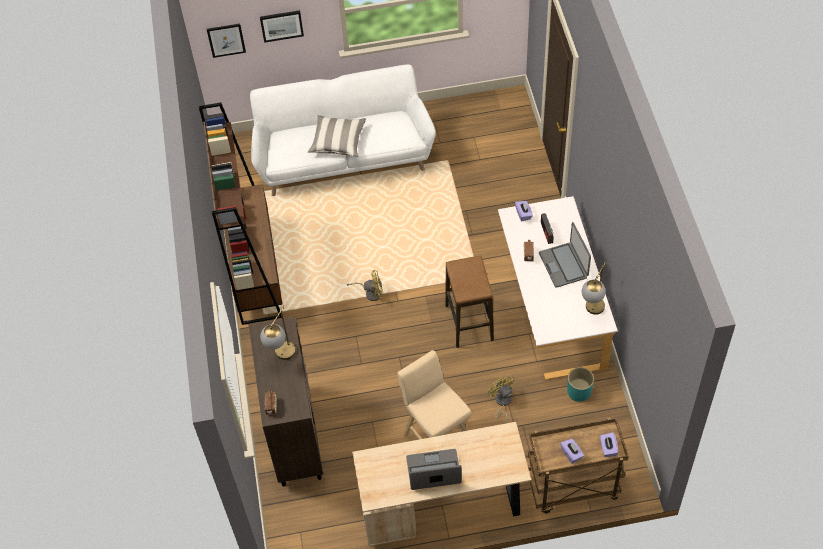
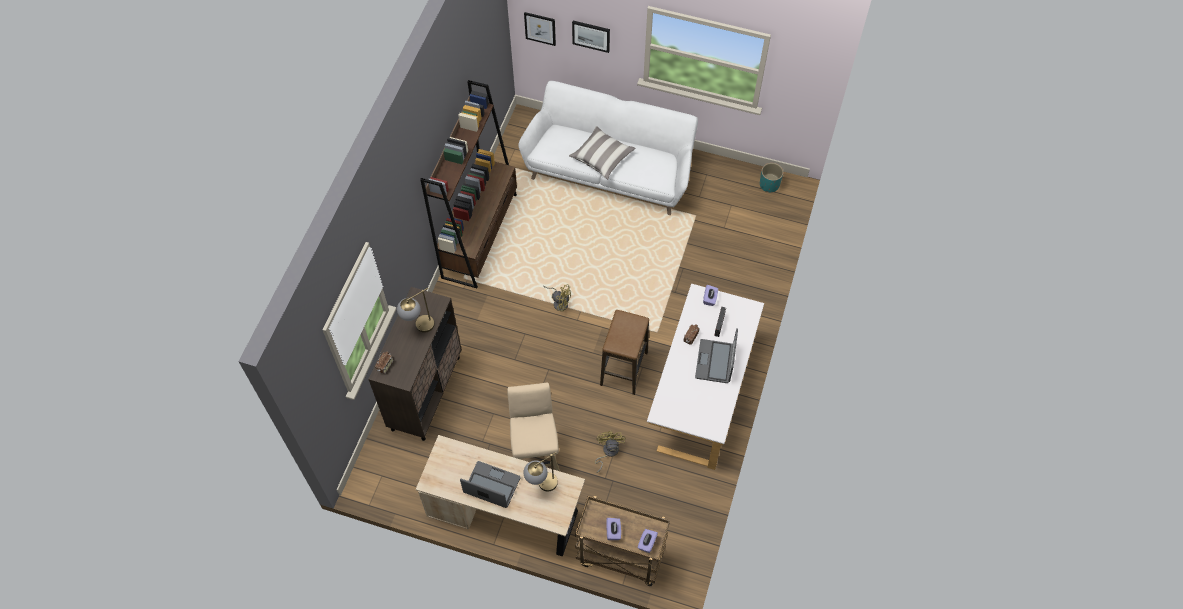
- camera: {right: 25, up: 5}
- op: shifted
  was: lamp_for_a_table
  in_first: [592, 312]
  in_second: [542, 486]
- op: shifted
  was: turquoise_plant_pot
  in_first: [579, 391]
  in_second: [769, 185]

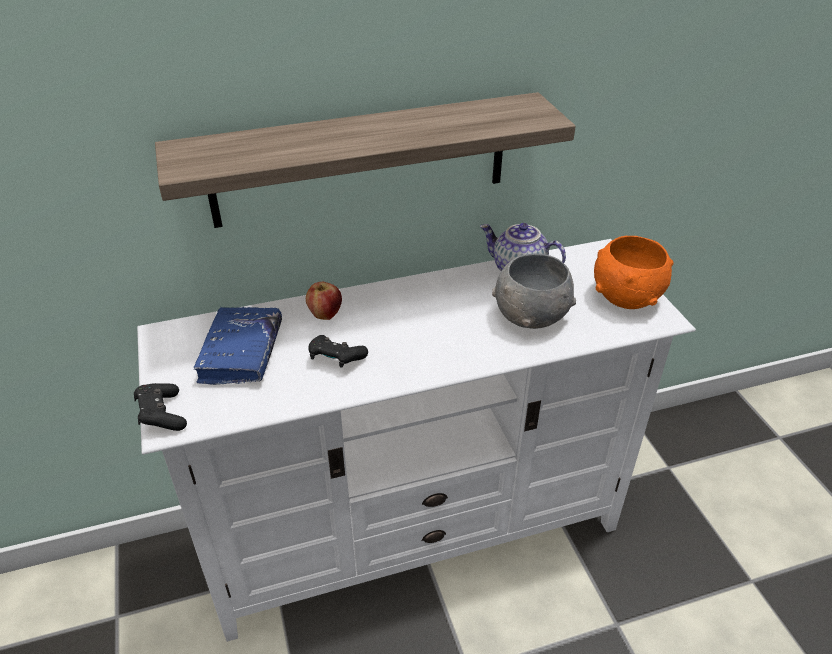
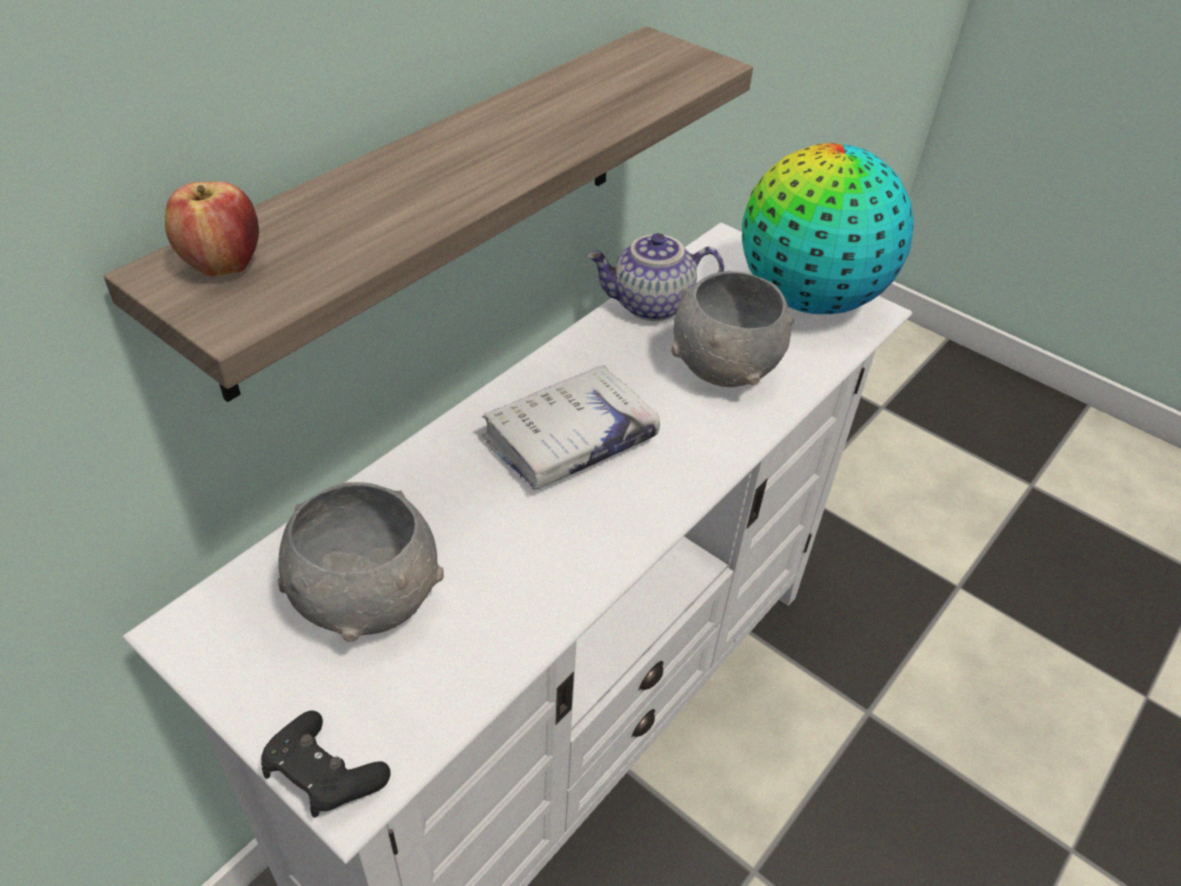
- camera: {right: -35, up: 5}
- op: swapped
  was: orange-coloured_serving_bowl
  now: world_globe
  in_first: [625, 297]
  in_second: [808, 298]
- op: shifted
  was: apple
  in_first: [325, 314]
  in_second: [223, 265]
- op: swapped
  was: blue_bound_book
  now: gray_serving_bowl
  in_first: [241, 353]
  in_second: [365, 600]
- op: gone
  was: black_gamepad
  in_first: [336, 359]
- op: new
  now: whitish_bound_book
  in_second: [570, 440]

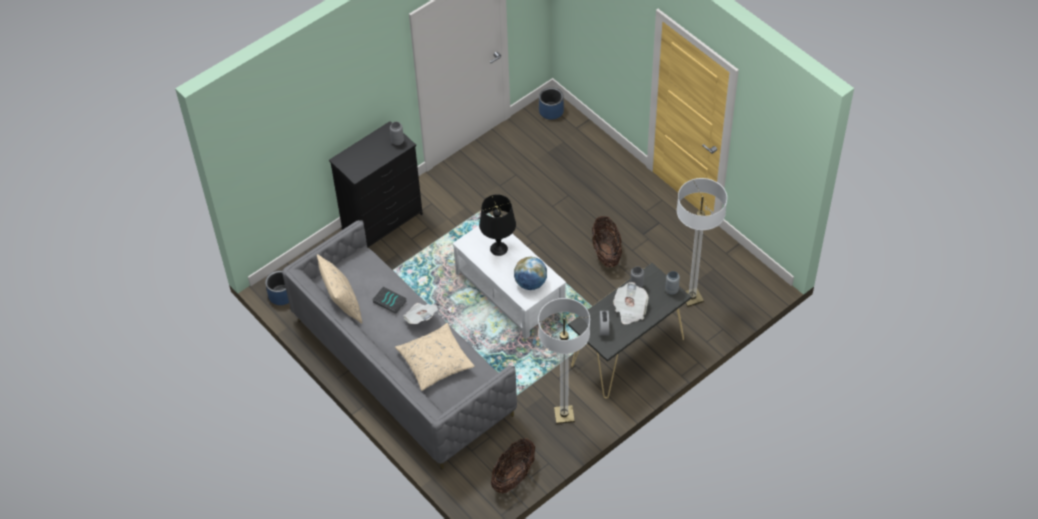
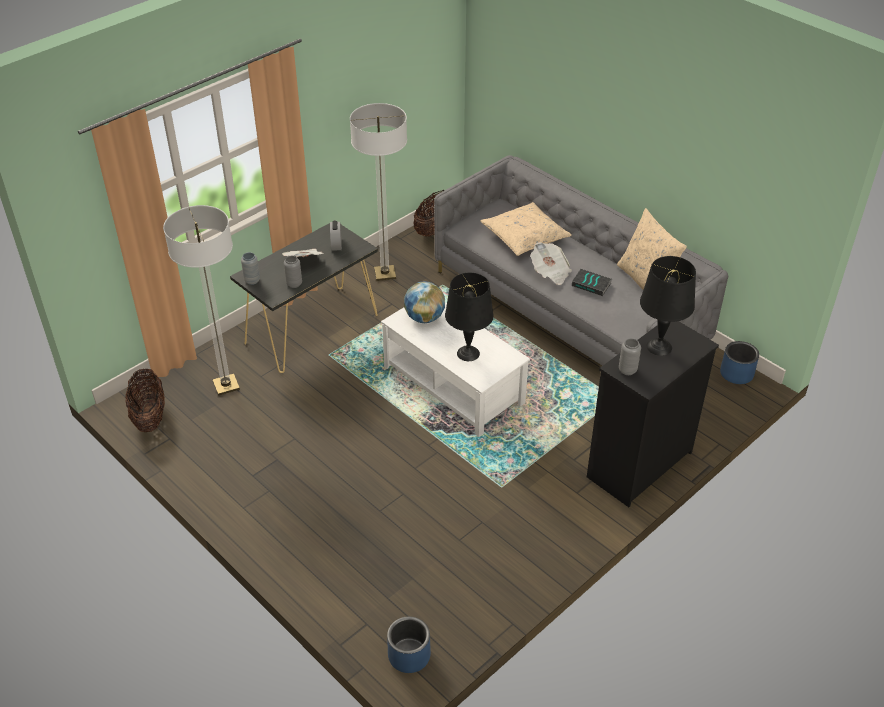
- camera: {right: 175, up: -10}
- op: shifted
  was: household_basket
  in_first: [606, 253]
  in_second: [149, 416]
- op: new
  now: black_lamp_for_a_table
  in_second: [659, 347]

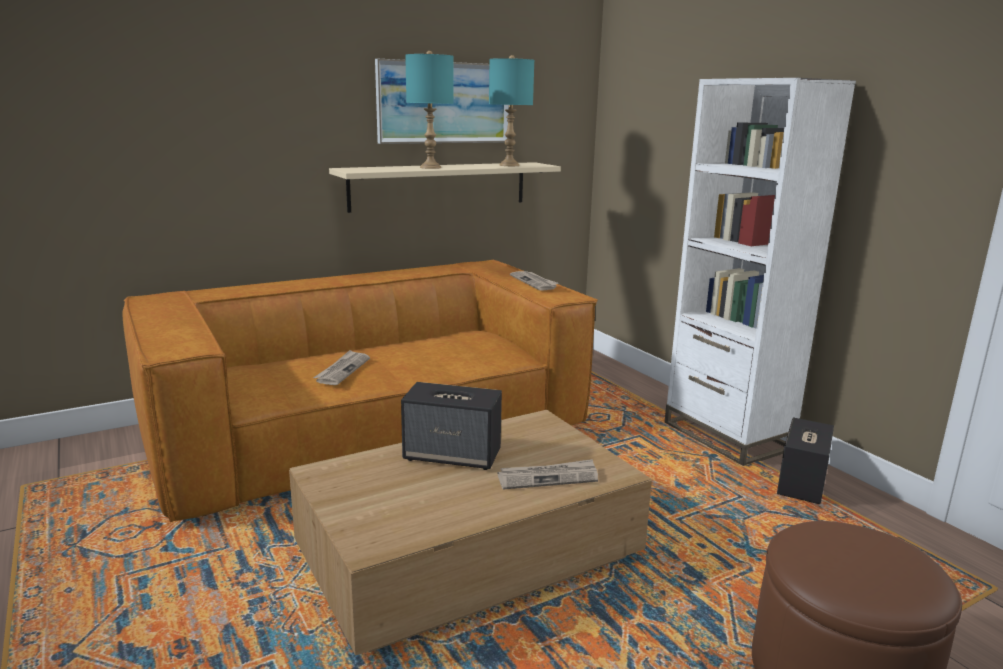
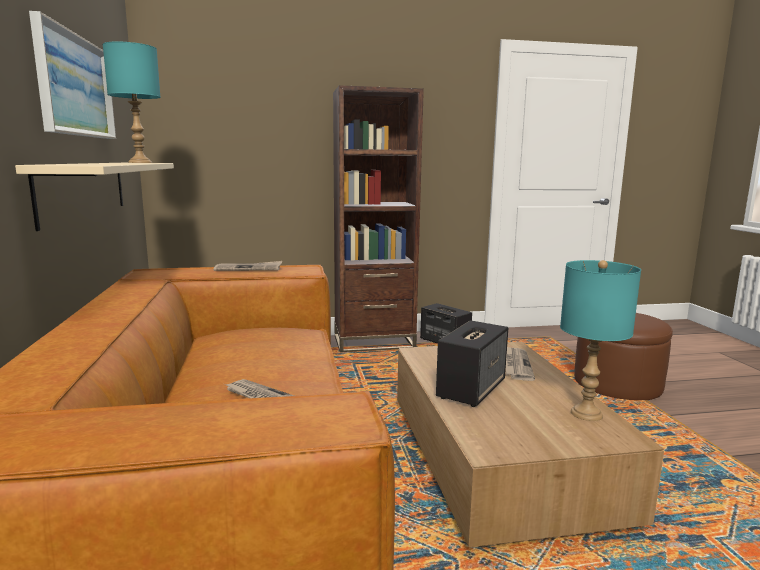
- camera: {right: -70, up: -5}
- op: shifted
  was: turquoise_lamp_for_a_table
  in_first: [430, 167]
  in_second: [586, 414]
- op: repainted
  was: whitish_bookshelf
  now: brown-coloured_bookshelf
  in_first: [727, 436]
  in_second: [374, 342]

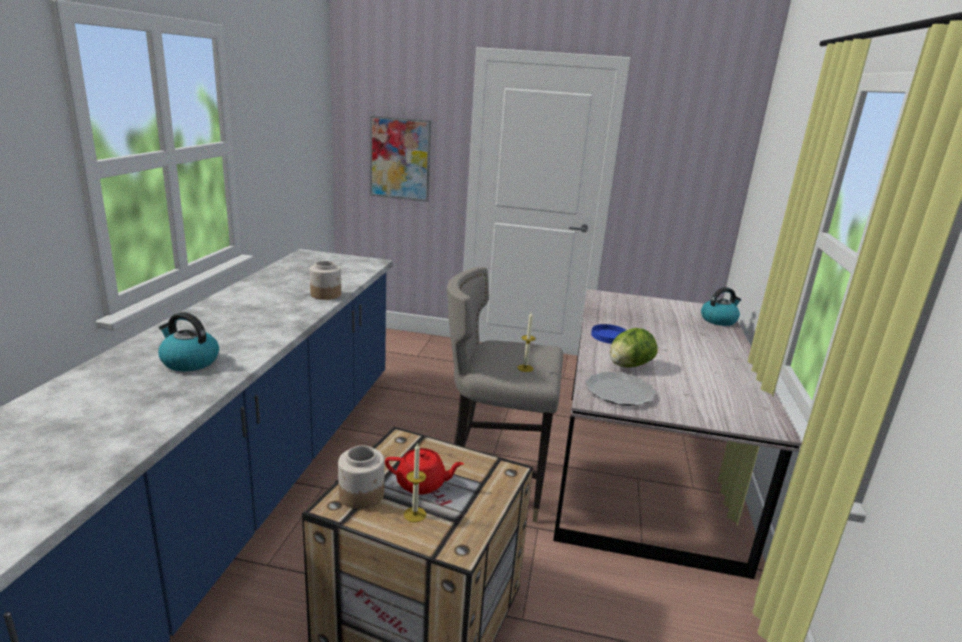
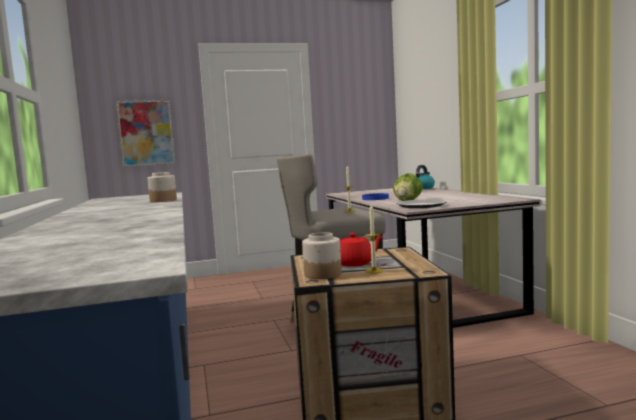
- camera: {right: -25, up: -15}
- op: gone
  was: tea_kettle
  in_first: [189, 361]

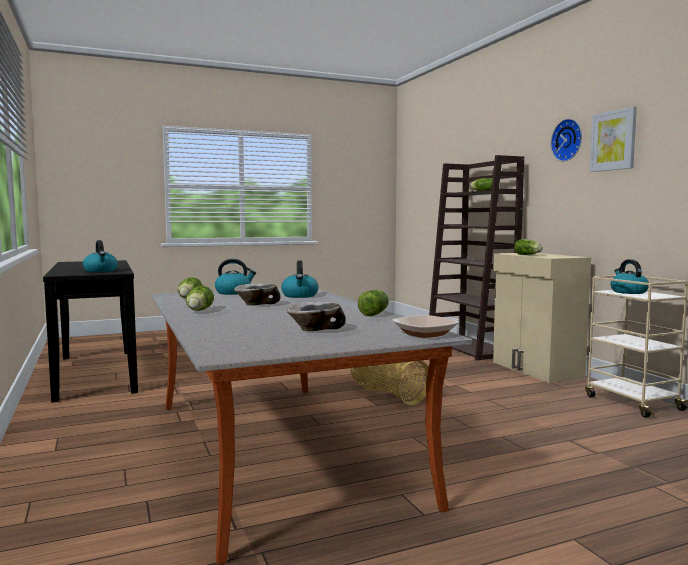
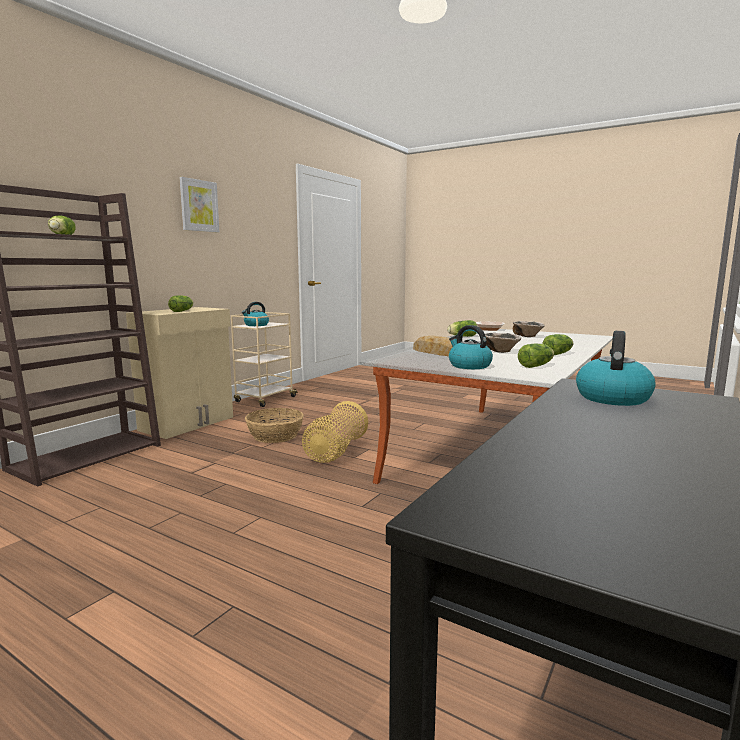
- camera: {right: -125, up: 5}
- op: gone
  was: clock_on_the_wall
  in_first: [568, 140]
- op: swapped
  was: tea_kettle
  now: baked_bread
  in_first: [300, 296]
  in_second: [435, 352]
- op: new
  now: household_basket
  in_second: [275, 435]

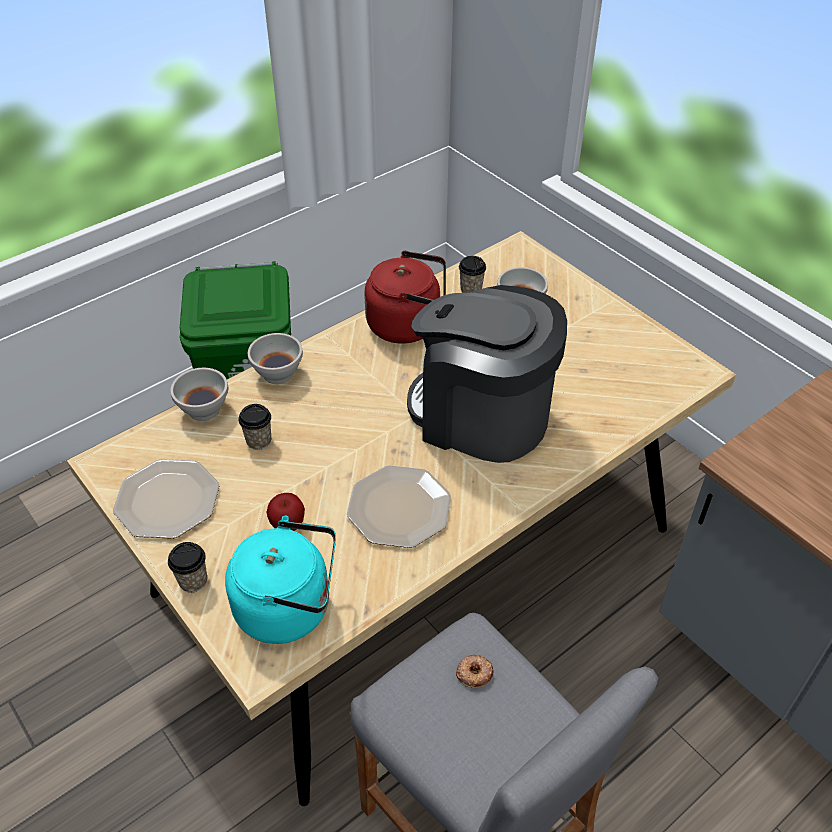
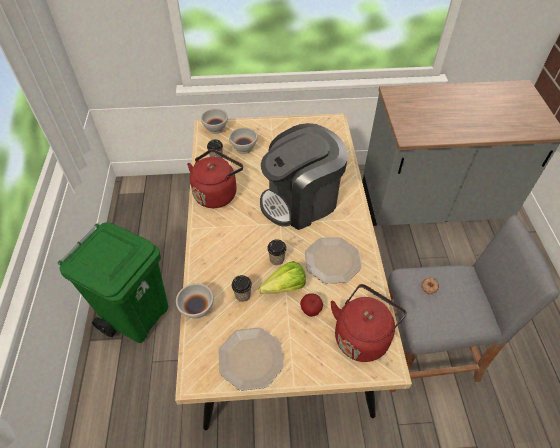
- camera: {right: -55, up: 5}
- op: shifted
  was: whitish_serving_bowl
  in_first: [277, 373]
  in_second: [215, 129]
- op: repainted
  was: turquoise_tea_kettle
  now: red_tea_kettle
  in_first: [290, 607]
  in_second: [362, 335]
- op: shifted
  was: small_cup
  in_first: [193, 581]
  in_second: [277, 259]
- op: new
  now: head_of_lettuce
  in_second: [280, 288]

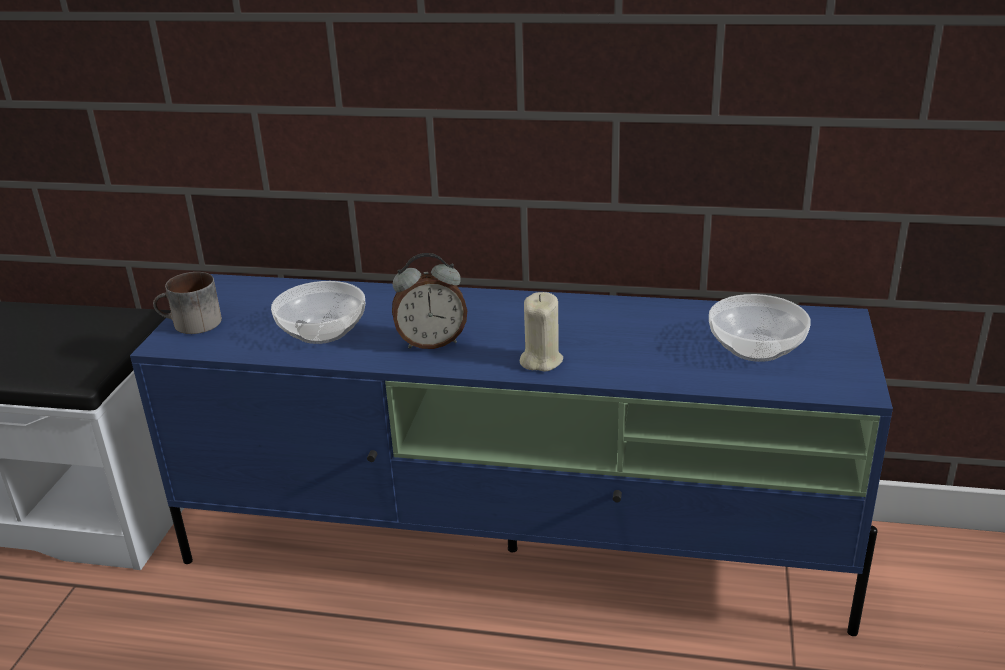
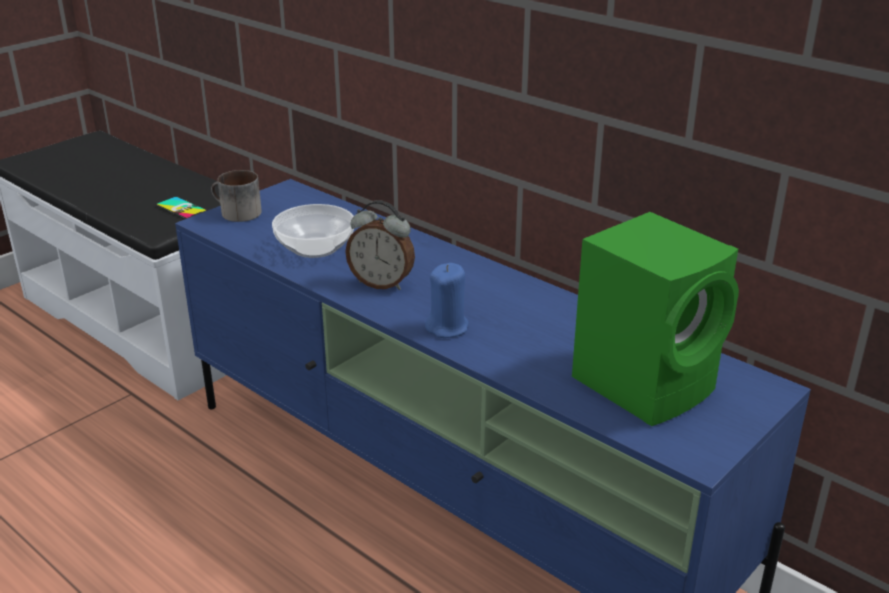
- camera: {right: 30, up: 0}
- op: repainted
  was: beige_wax_light
  now: blue_wax_light
  in_first: [541, 360]
  in_second: [447, 327]
- op: swapped
  was: serving_bowl
  now: green-coloured_loudspeaker
  in_first: [755, 347]
  in_second: [647, 383]
- op: new
  now: phone
  in_second: [181, 209]

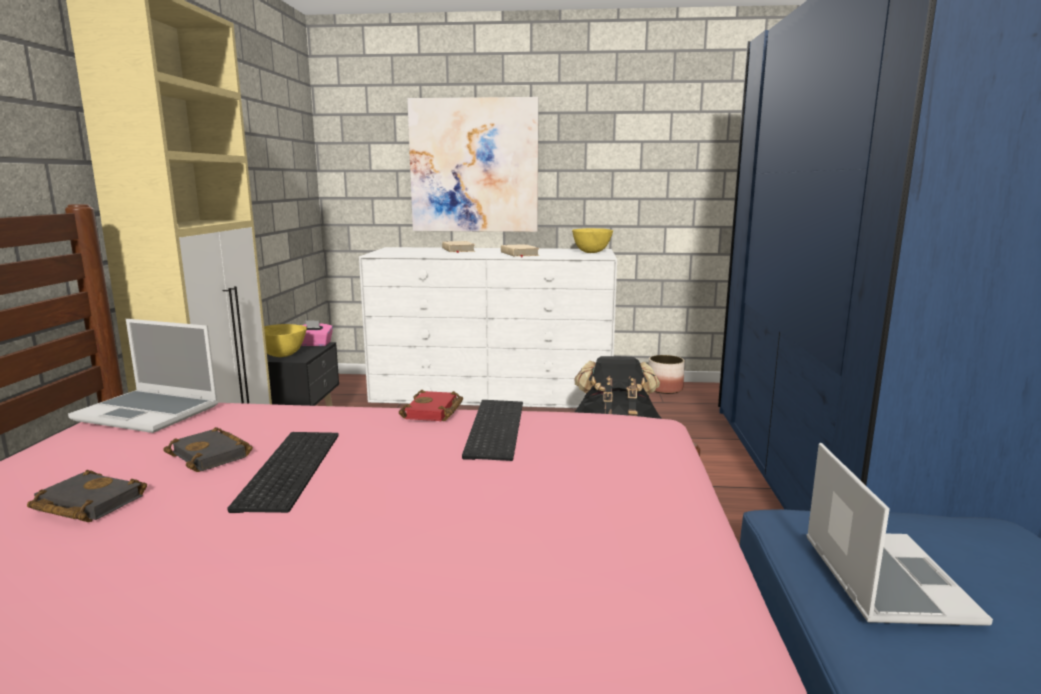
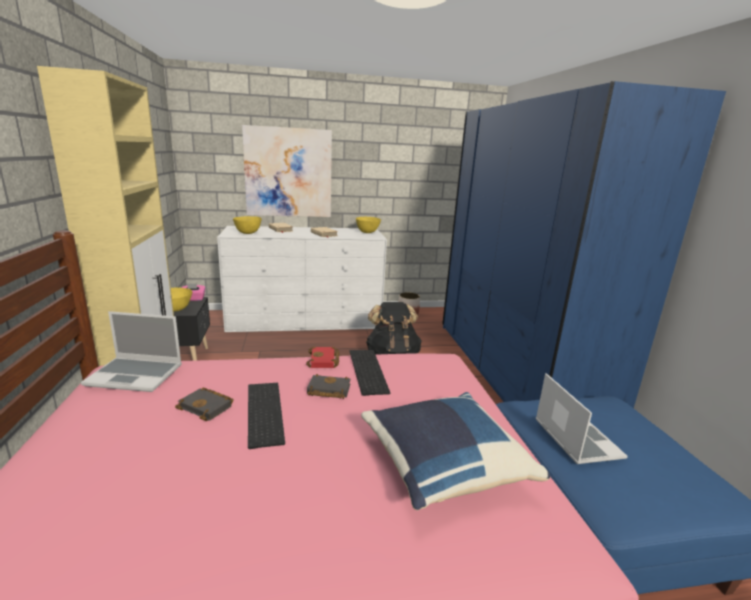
- camera: {right: -15, up: 5}
- op: shifted
  was: black_bound_book
  in_first: [85, 504]
  in_second: [327, 390]
- op: new
  now: yellowish_serving_bowl
  in_second: [248, 233]
- op: new
  now: blue_throw_pillow
  in_second: [443, 466]

